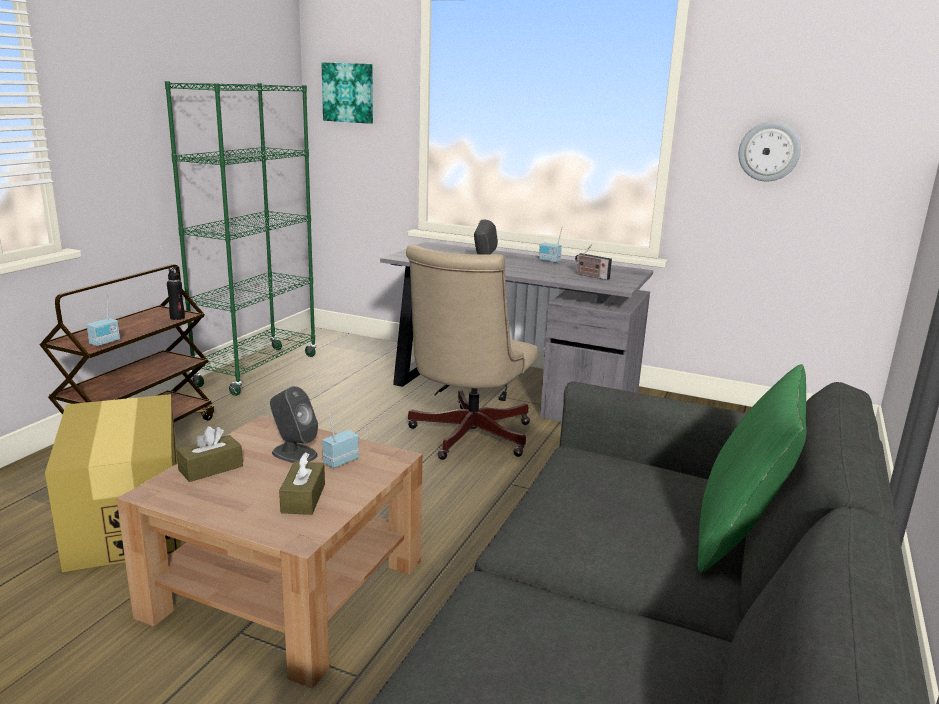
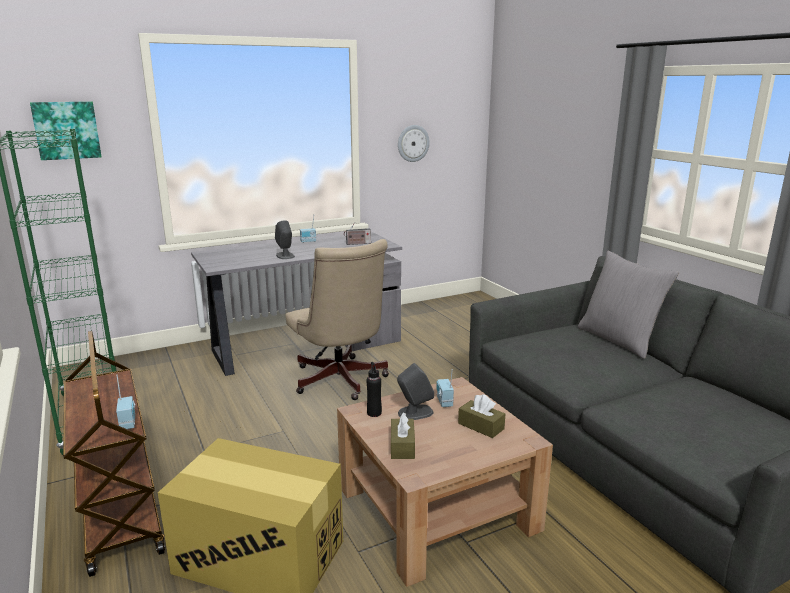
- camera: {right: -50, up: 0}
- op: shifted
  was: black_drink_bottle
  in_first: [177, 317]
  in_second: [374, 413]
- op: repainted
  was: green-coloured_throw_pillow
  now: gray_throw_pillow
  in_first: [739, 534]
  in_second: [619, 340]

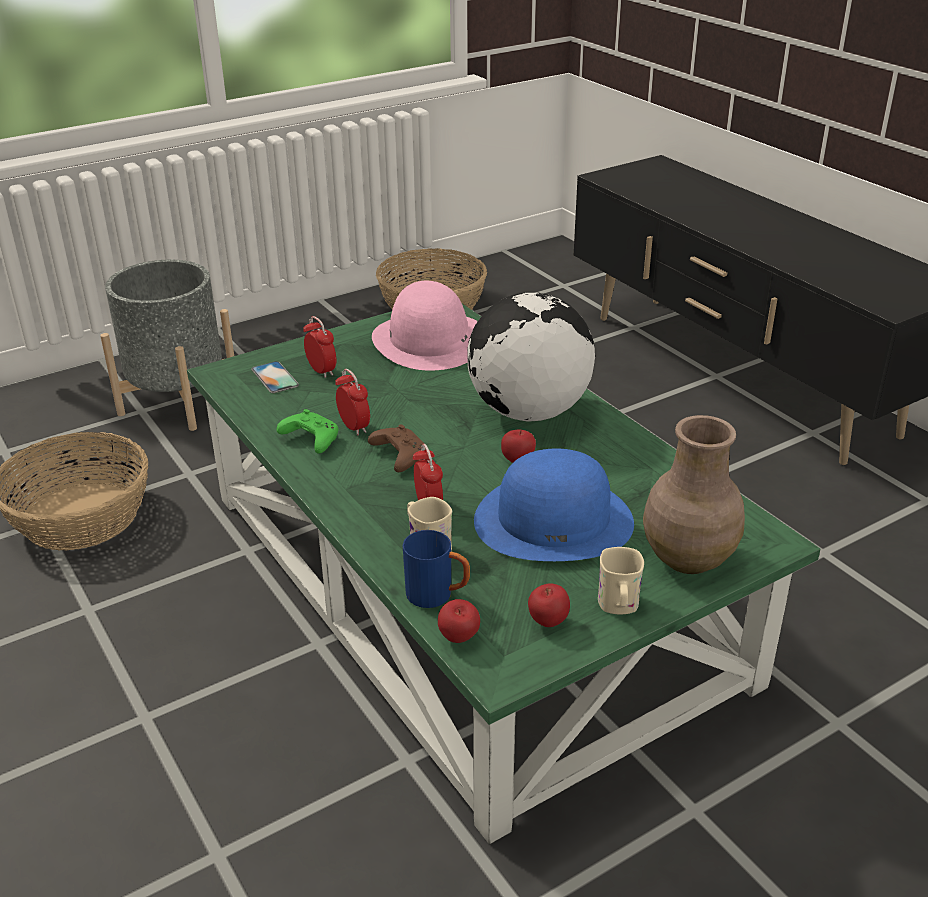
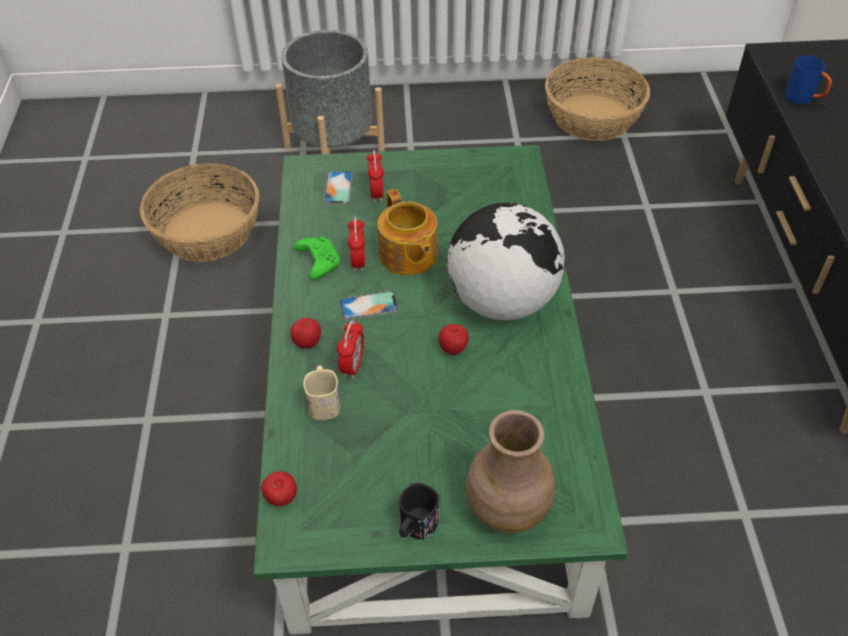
- camera: {right: 30, up: 15}
- op: gone
  was: pink_hat
  in_first: [429, 340]
- op: swapped
  was: brown-coloured_gamepad
  now: phone
  in_first: [398, 456]
  in_second: [369, 305]
- op: gone
  was: blue_hat
  in_first: [554, 520]
- op: shifted
  was: blue_mug
  in_first: [438, 595]
  in_second: [804, 99]
- op: repainted
  was: beige_mug
  now: black_mug
  in_first: [618, 606]
  in_second: [415, 528]
- op: shifted
  was: apple
  in_first: [548, 622]
  in_second: [307, 343]
- op: new
  now: teapot
  in_second: [408, 256]

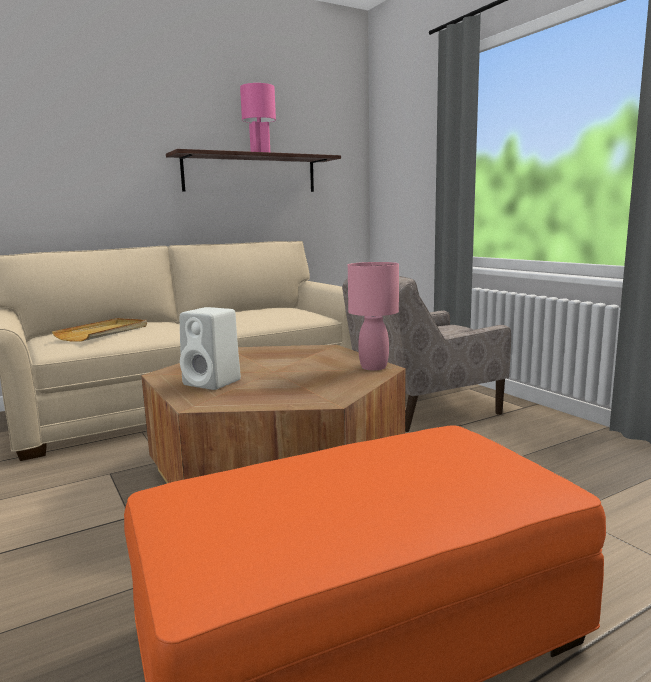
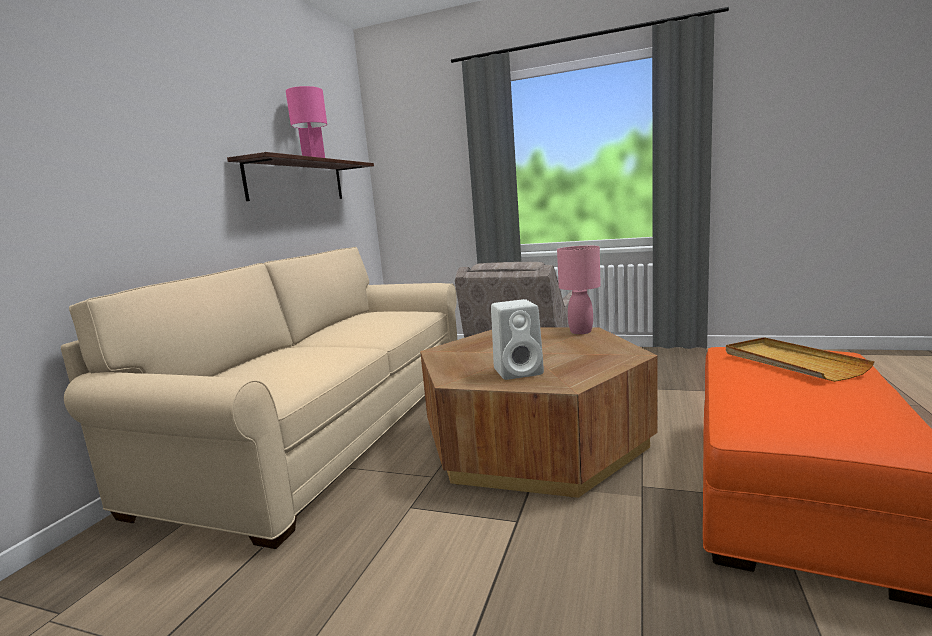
- camera: {right: -40, up: 0}
- op: shifted
  was: beige_carrying_tray
  in_first: [104, 332]
  in_second: [791, 362]

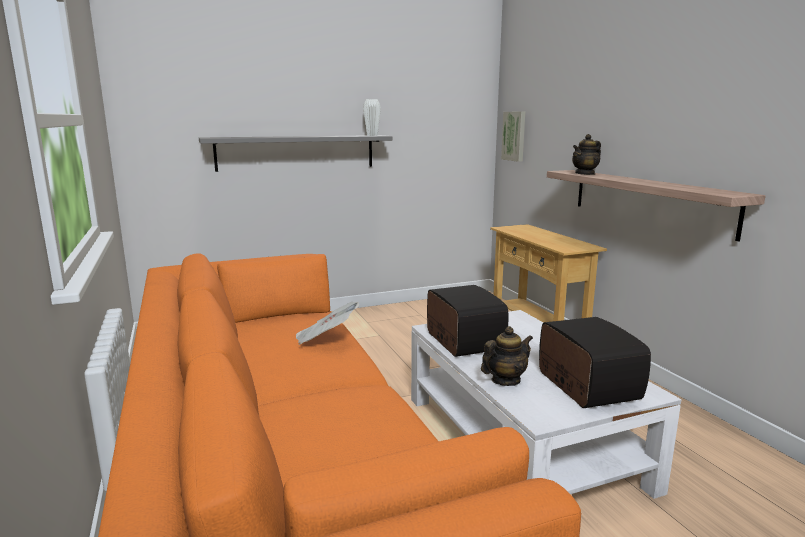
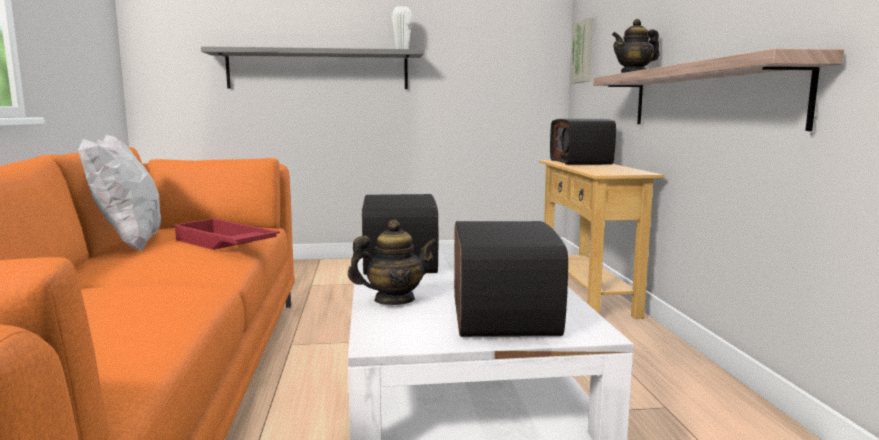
- camera: {right: 15, up: -5}
- op: swapped
  was: newspaper
  now: red_carrying_tray
  in_first: [325, 339]
  in_second: [222, 244]
- op: new
  now: radio_receiver
  in_second: [582, 162]
- op: new
  now: whitish_throw_pillow
  in_second: [129, 243]

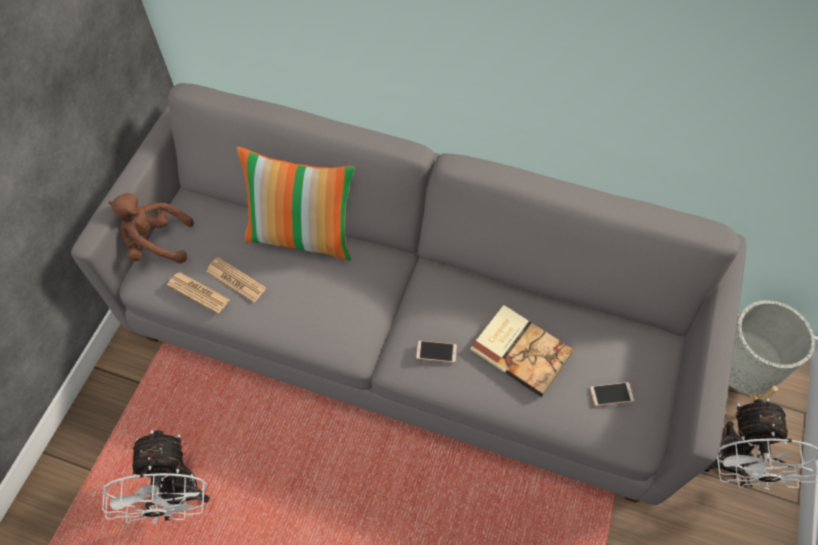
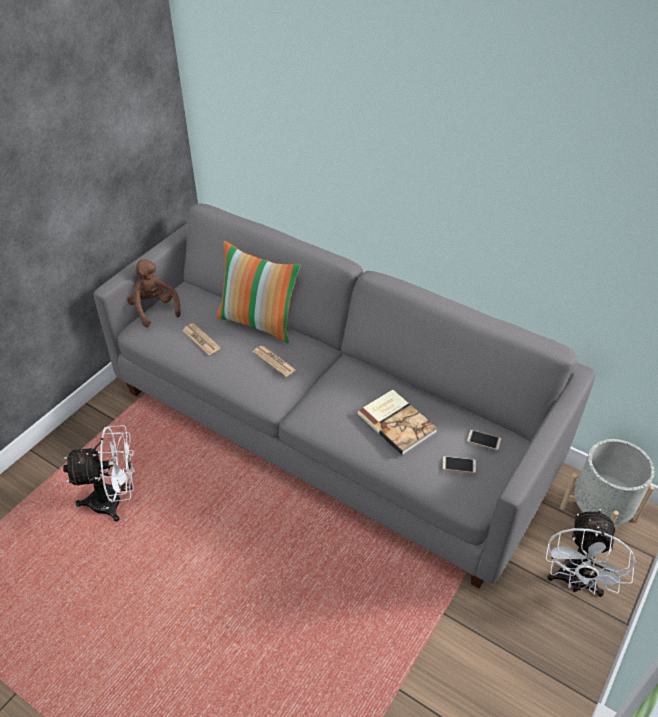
- camera: {right: 15, up: -15}
- op: rotated
  was: brown-coloured_soft_toy
  in_first: [156, 243]
  in_second: [154, 309]
  clockwise: 45
- op: shifted
  was: newspaper
  in_first: [198, 292]
  in_second: [274, 361]
- op: shifted
  was: phone
  in_first: [436, 352]
  in_second: [483, 440]
- op: rotated
  was: whitish_fan
  in_first: [178, 498]
  in_second: [115, 501]
  clockwise: -105

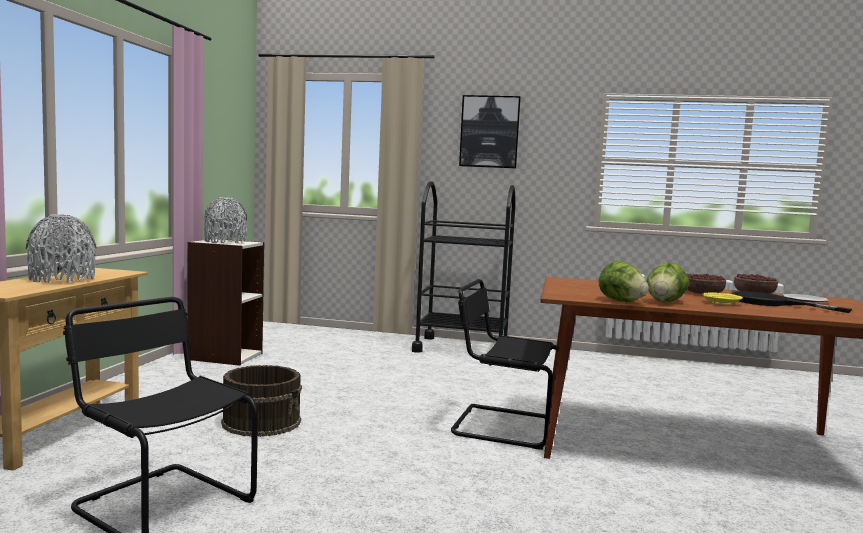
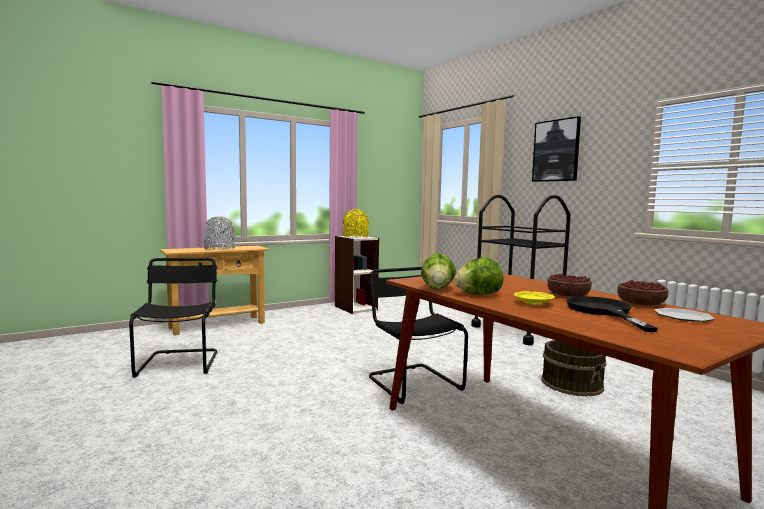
- camera: {right: 45, up: 0}
- op: repainted
  was: gray_flower_vase
  now: yellowish_flower_vase
  in_first: [225, 241]
  in_second: [355, 236]
- op: shifted
  was: brown-coloured_bucket
  in_first: [262, 422]
  in_second: [572, 383]

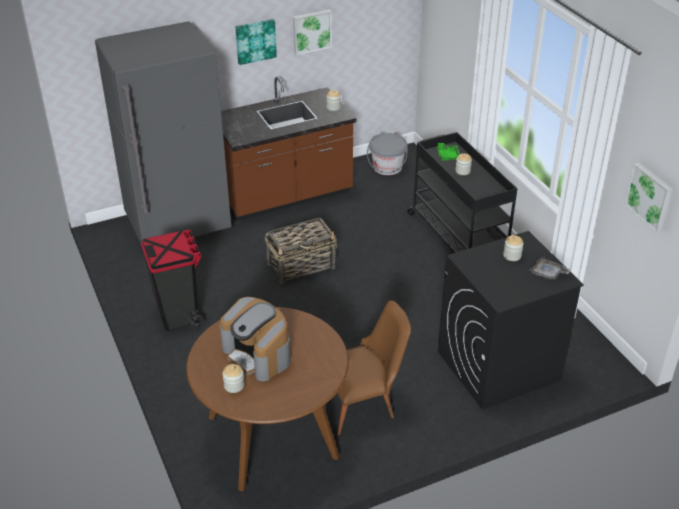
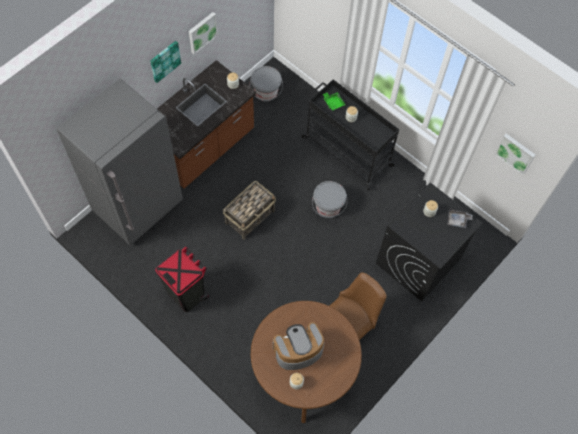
- camera: {right: -25, up: 25}
- op: rotated
  was: coffee_maker
  in_first: [258, 354]
  in_second: [298, 350]
  clockwise: 135
- op: new
  now: gray_bucket
  in_second: [328, 206]

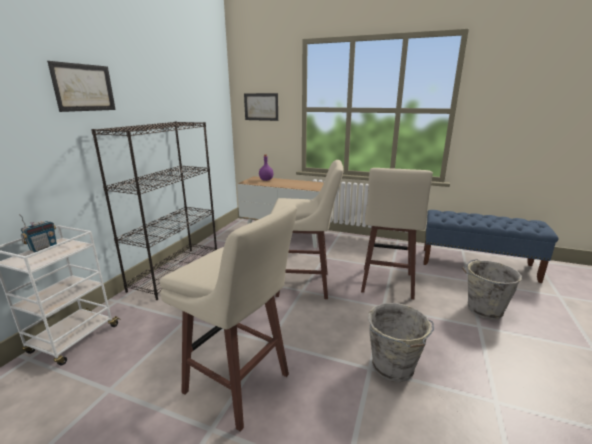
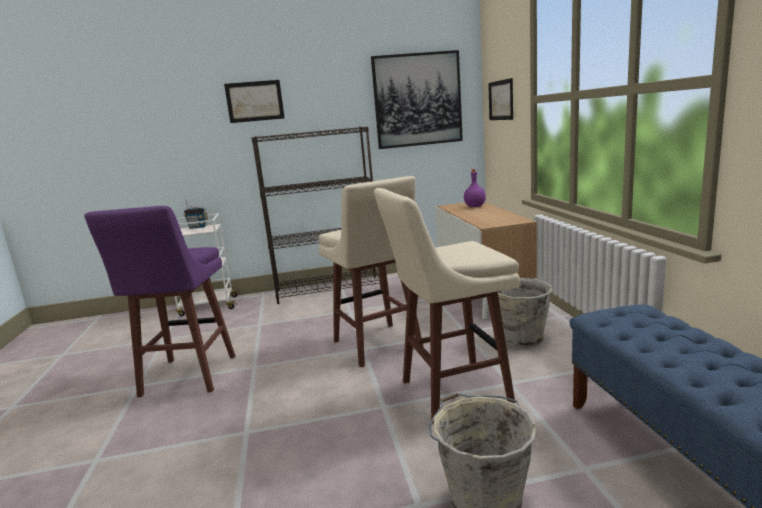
- camera: {right: 60, up: -5}
- op: repainted
  was: beige_sitting_stool
  now: purple_sitting_stool
  in_first: [239, 385]
  in_second: [187, 377]
- op: shifted
  was: gray_bucket
  in_first: [393, 368]
  in_second: [520, 339]
- op: new
  now: picture
  in_second: [417, 100]

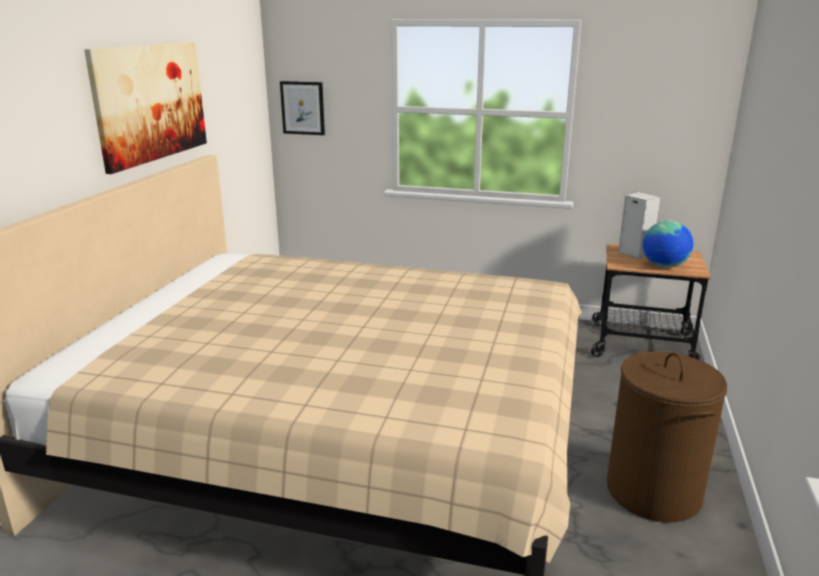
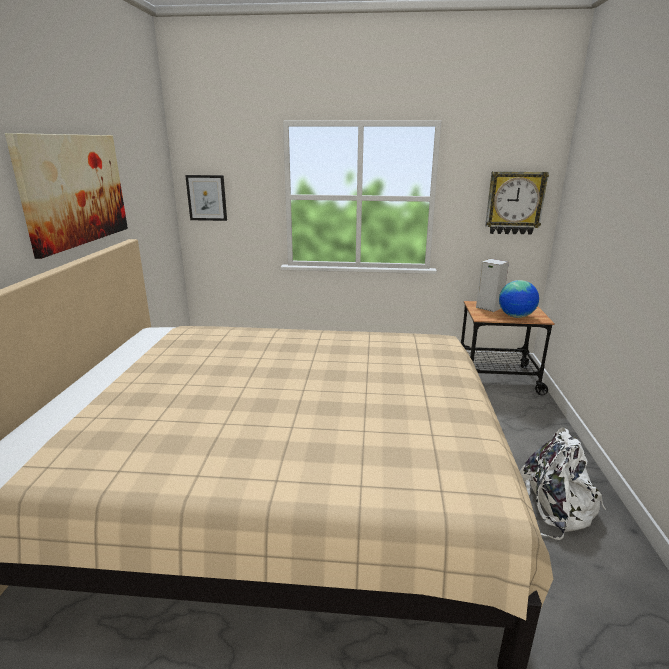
- camera: {right: -10, up: 0}
- op: swapped
  was: brown-coloured_washing_basket
  now: whitish_backpack
  in_first: [652, 491]
  in_second: [553, 508]
- op: new
  now: clock_on_the_wall
  in_second: [514, 203]

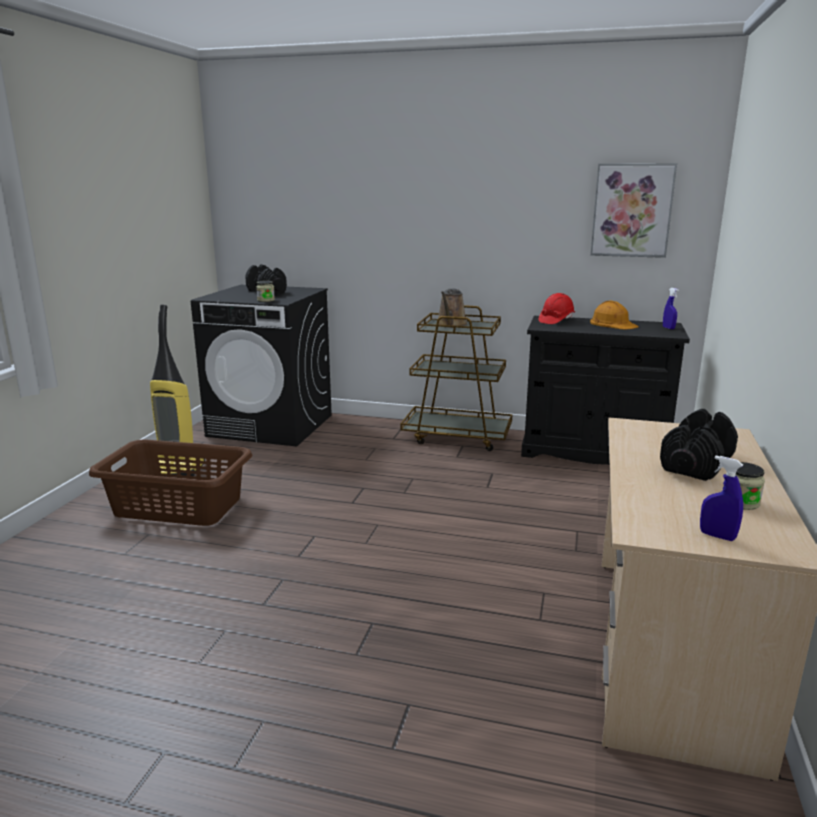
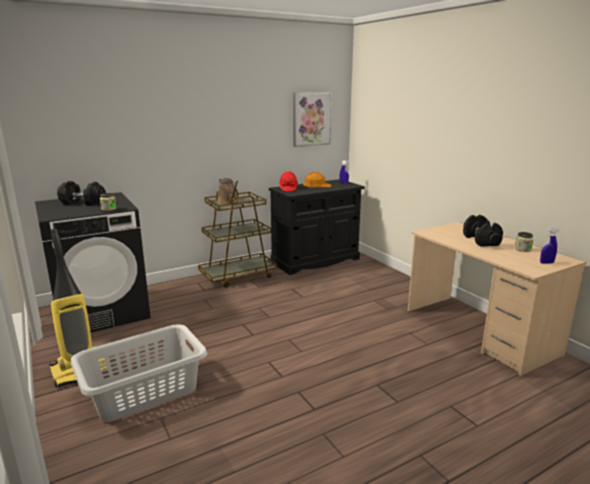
- camera: {right: -45, up: 0}
- op: repainted
  was: brown-coloured_washing_basket
  now: gray_washing_basket
  in_first: [178, 506]
  in_second: [143, 391]

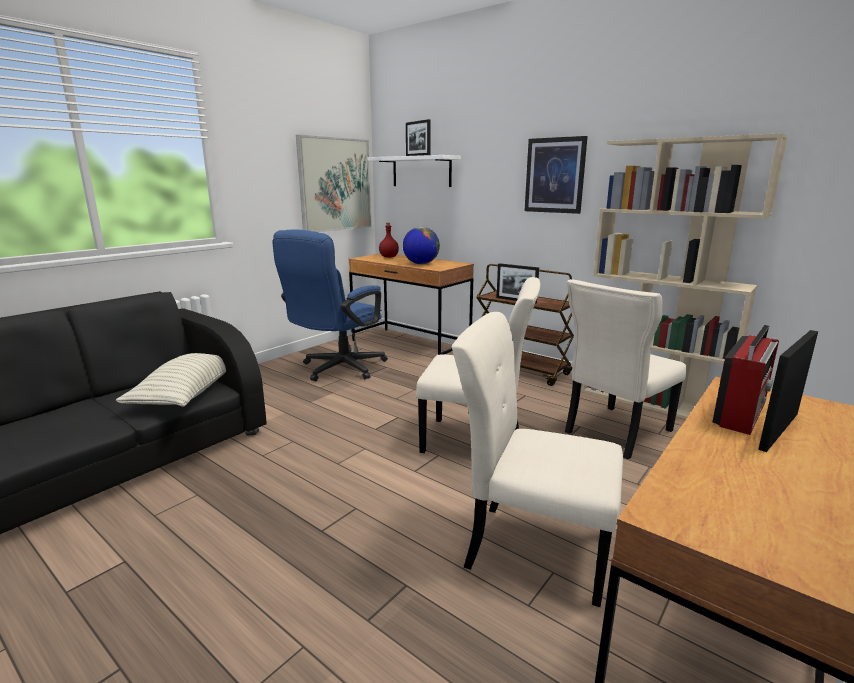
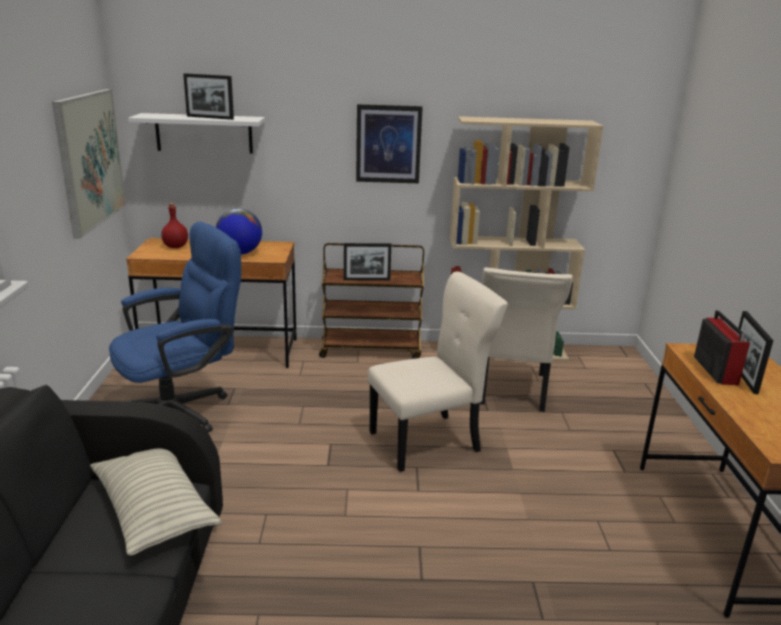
- camera: {right: -40, up: 5}
- op: rotated
  was: blue_office_chair
  in_first: [337, 369]
  in_second: [182, 410]
  clockwise: -120
- op: gone
  was: beige_plain_chair
  in_first: [531, 548]

